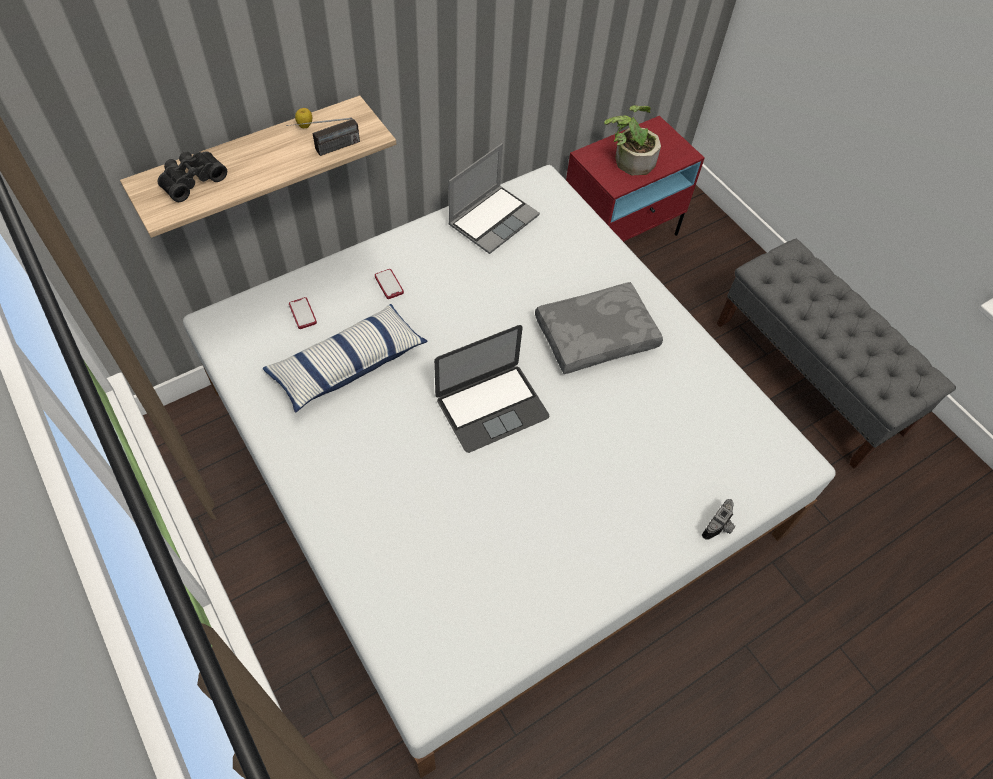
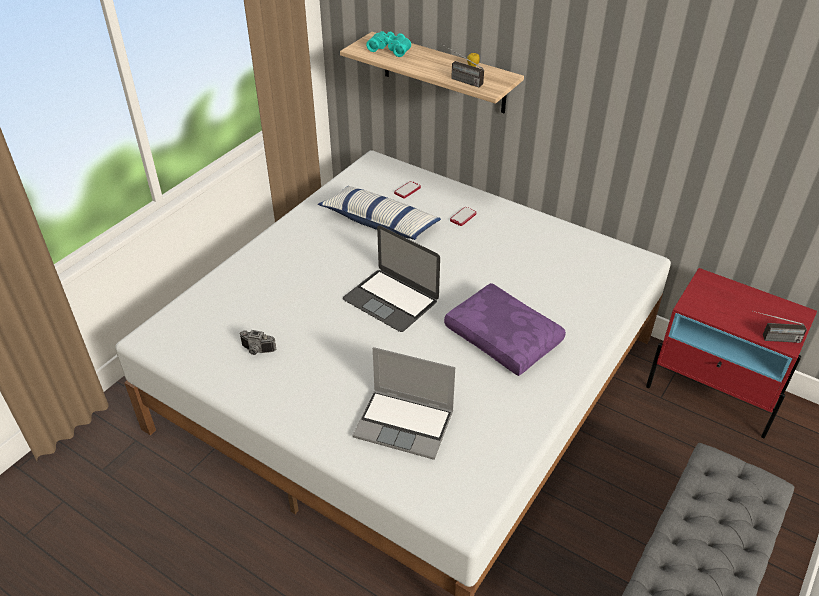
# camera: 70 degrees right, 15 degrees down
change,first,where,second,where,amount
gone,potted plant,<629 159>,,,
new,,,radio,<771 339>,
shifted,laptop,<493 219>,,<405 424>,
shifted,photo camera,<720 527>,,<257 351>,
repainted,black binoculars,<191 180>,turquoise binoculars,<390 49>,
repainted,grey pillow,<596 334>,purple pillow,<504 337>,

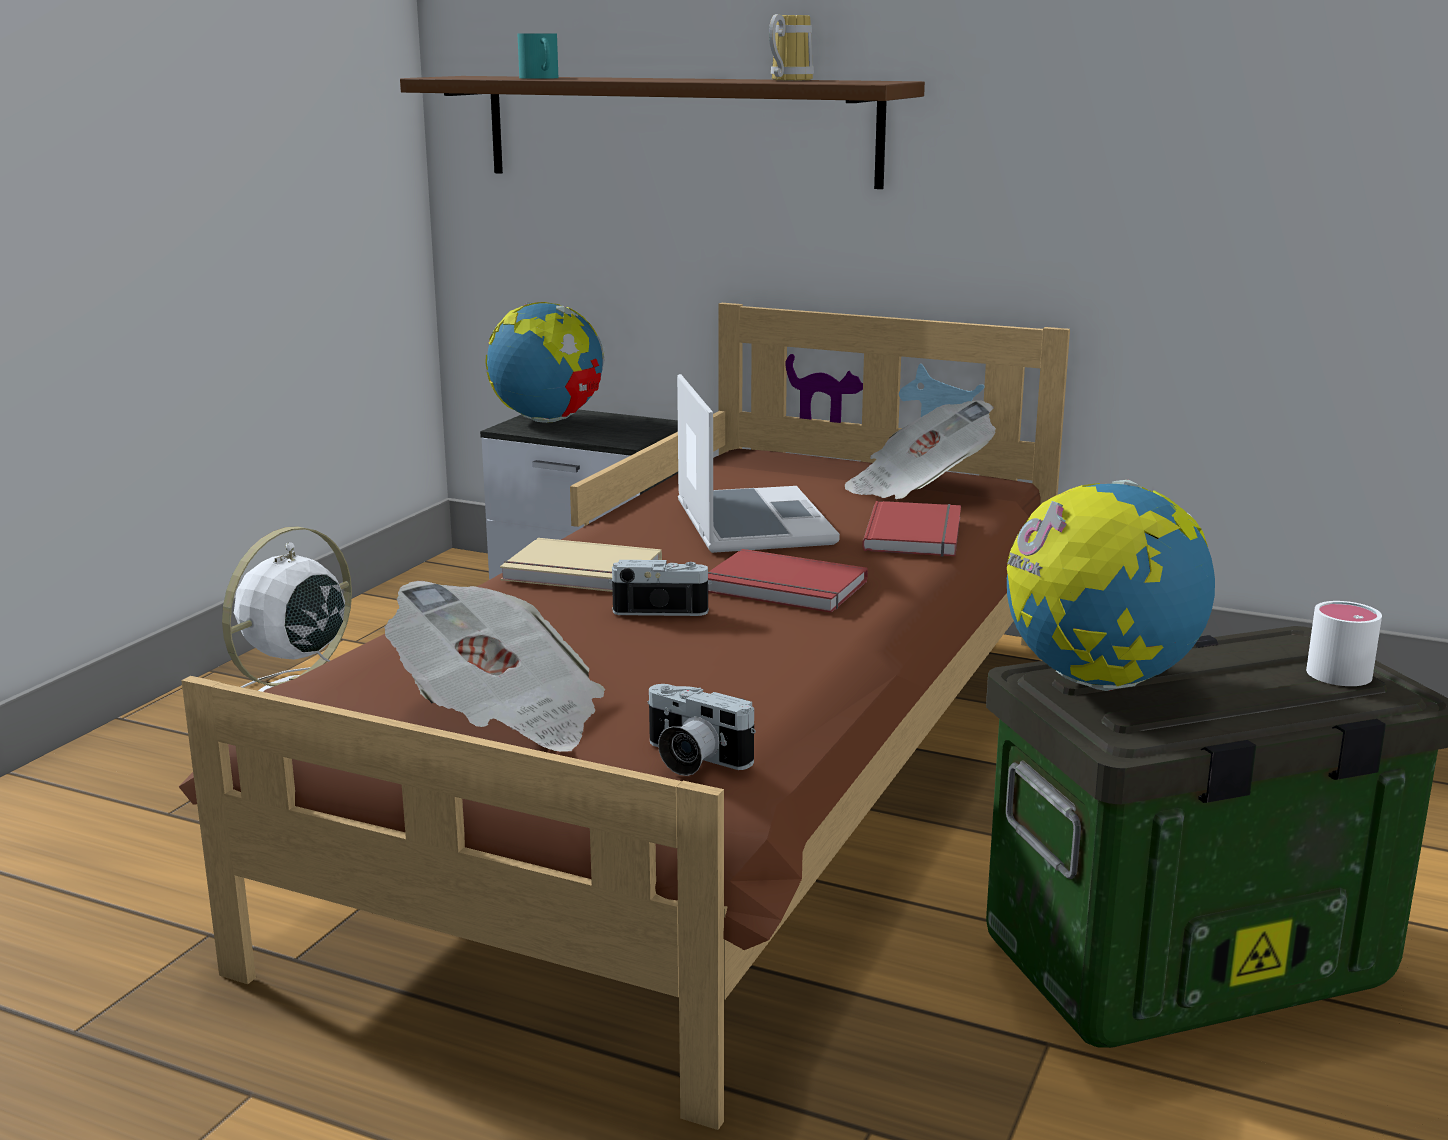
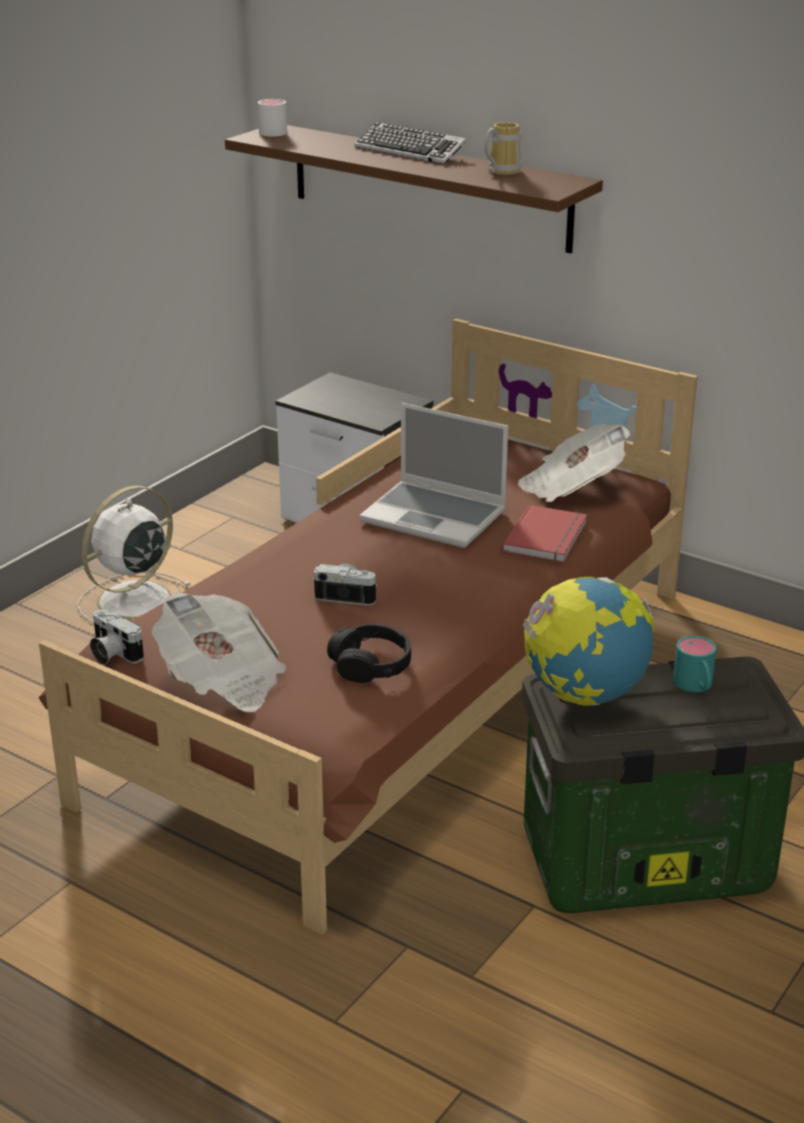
# camera: 10 degrees right, 10 degrees up
change,first,where,second,where,amount
gone,globe,<548 420>,,,
gone,beige book,<581 573>,,,
gone,red book,<783 588>,,,
new,,,black headphones,<370 664>,
new,,,keyboard,<410 151>,
shifted,turquoise mug,<541 78>,,<696 686>,
shifted,photo camera,<691 759>,,<112 654>,
shifted,white mug,<1333 668>,,<274 131>,
rotated,laptop,<750 523>,,<436 516>,120 degrees clockwise

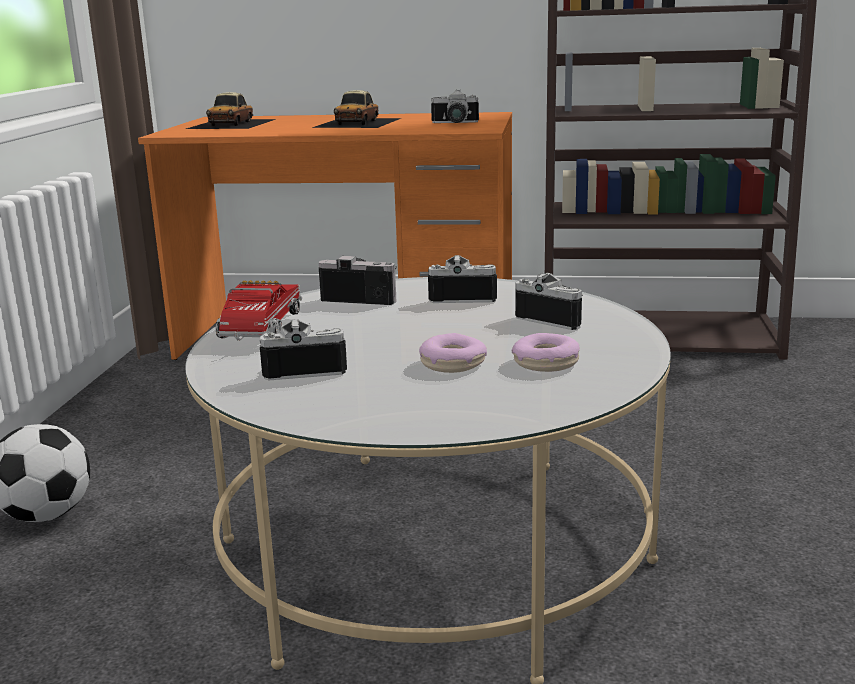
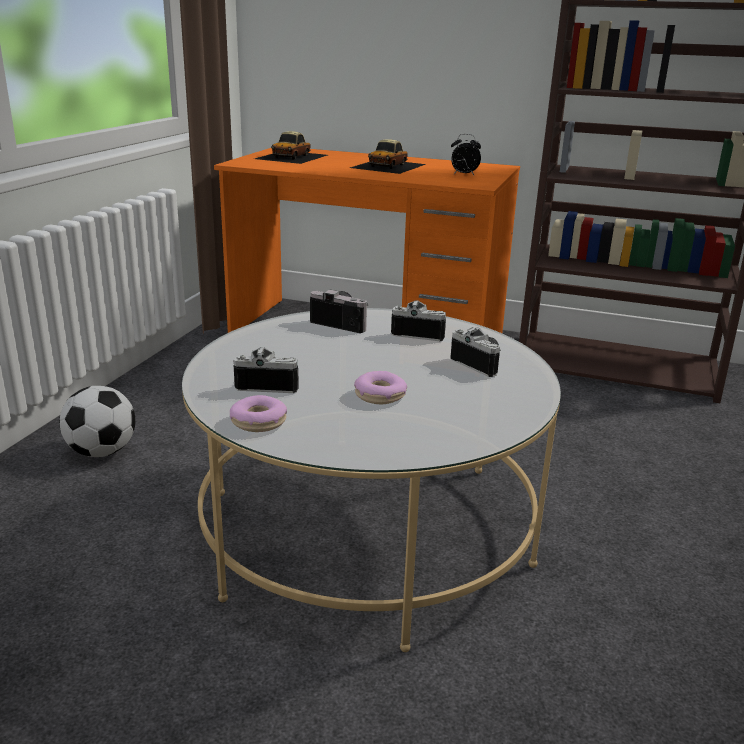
# camera: 10 degrees right, 5 degrees up
change,first,where,second,where,amount
gone,toy truck,<262 331>,,,
shifted,donut,<545 363>,,<258 422>,
swapped,photo camera,<454 123>,alarm clock,<463 175>,

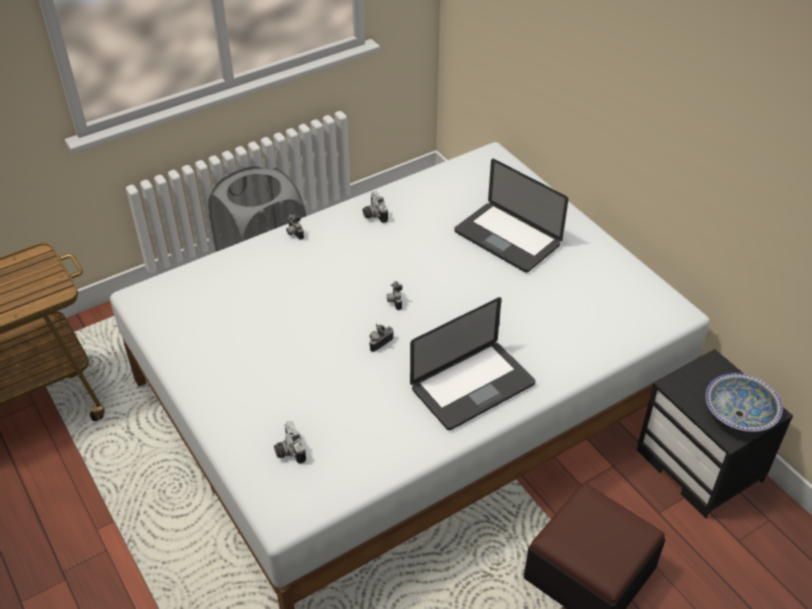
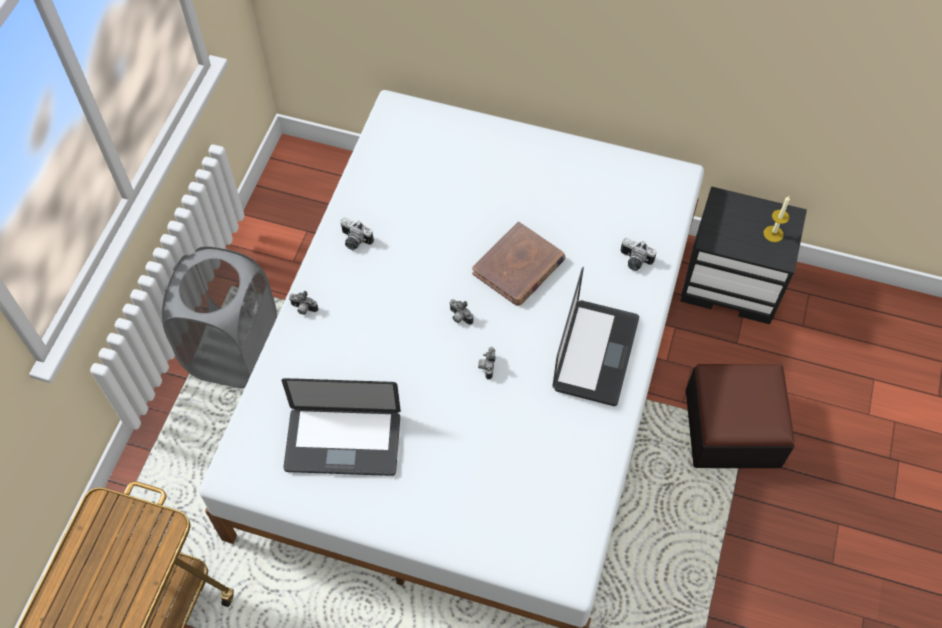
# camera: 40 degrees left, 15 degrees up
change,first,where,second,where,amount
new,,,brown book,<518 267>,
shifted,photo camera,<288 451>,,<634 261>,
shifted,laptop,<507 238>,,<343 442>,
swapped,bowl,<739 414>,candle,<773 234>,

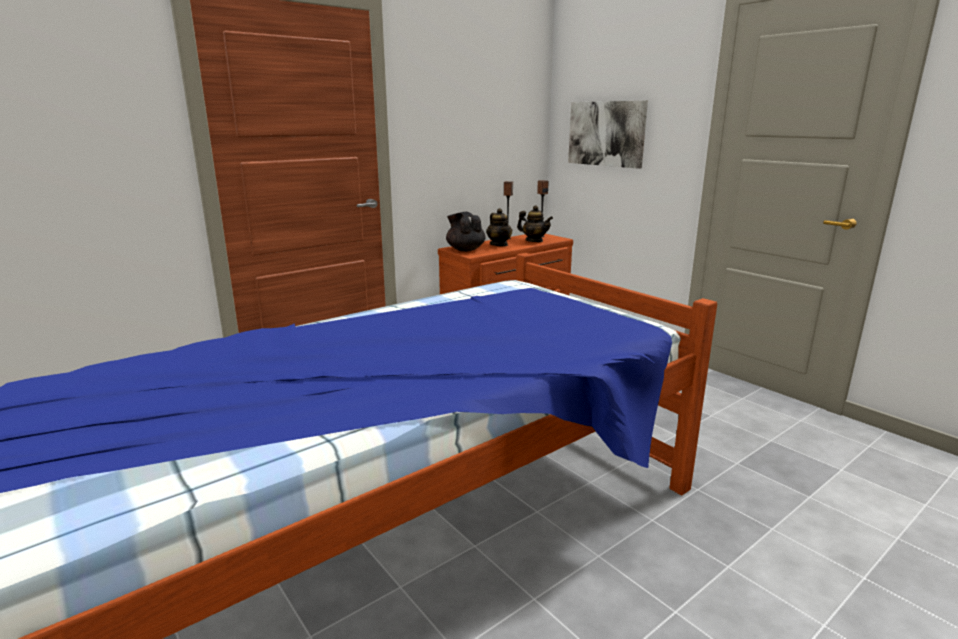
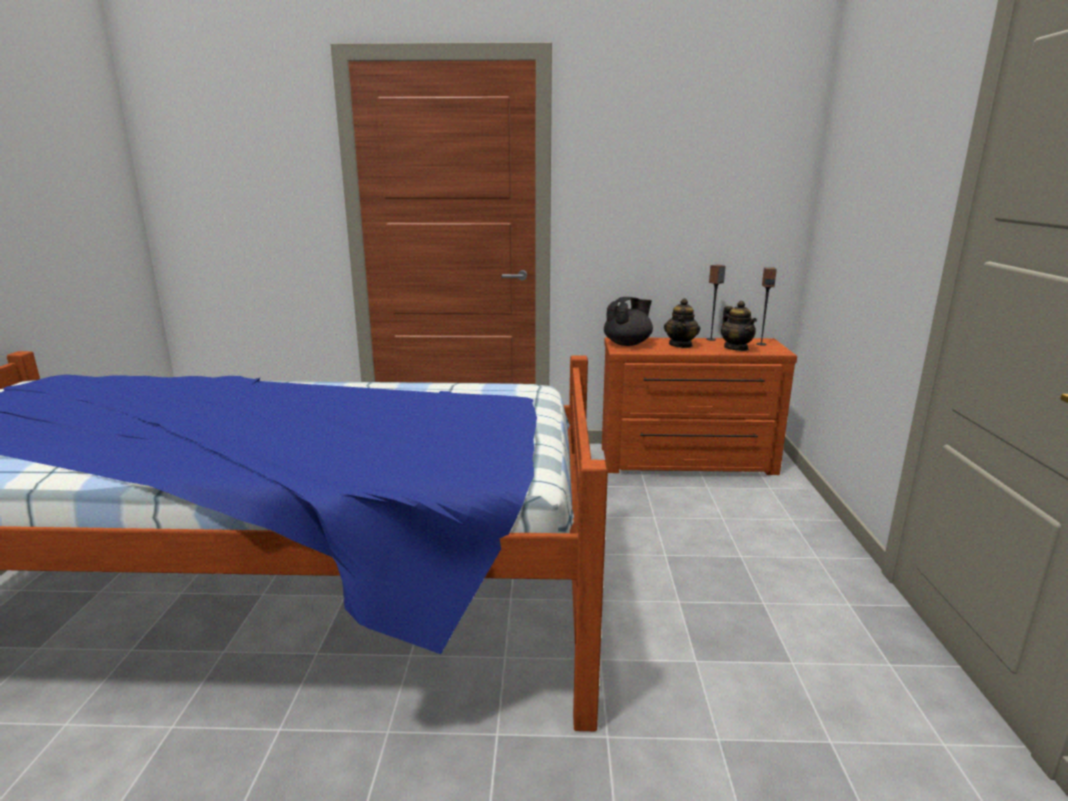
# camera: 40 degrees right, 0 degrees up
change,first,where,second,where,amount
gone,picture,<606 133>,,,
rotated,black teapot,<465 250>,,<628 344>,45 degrees clockwise

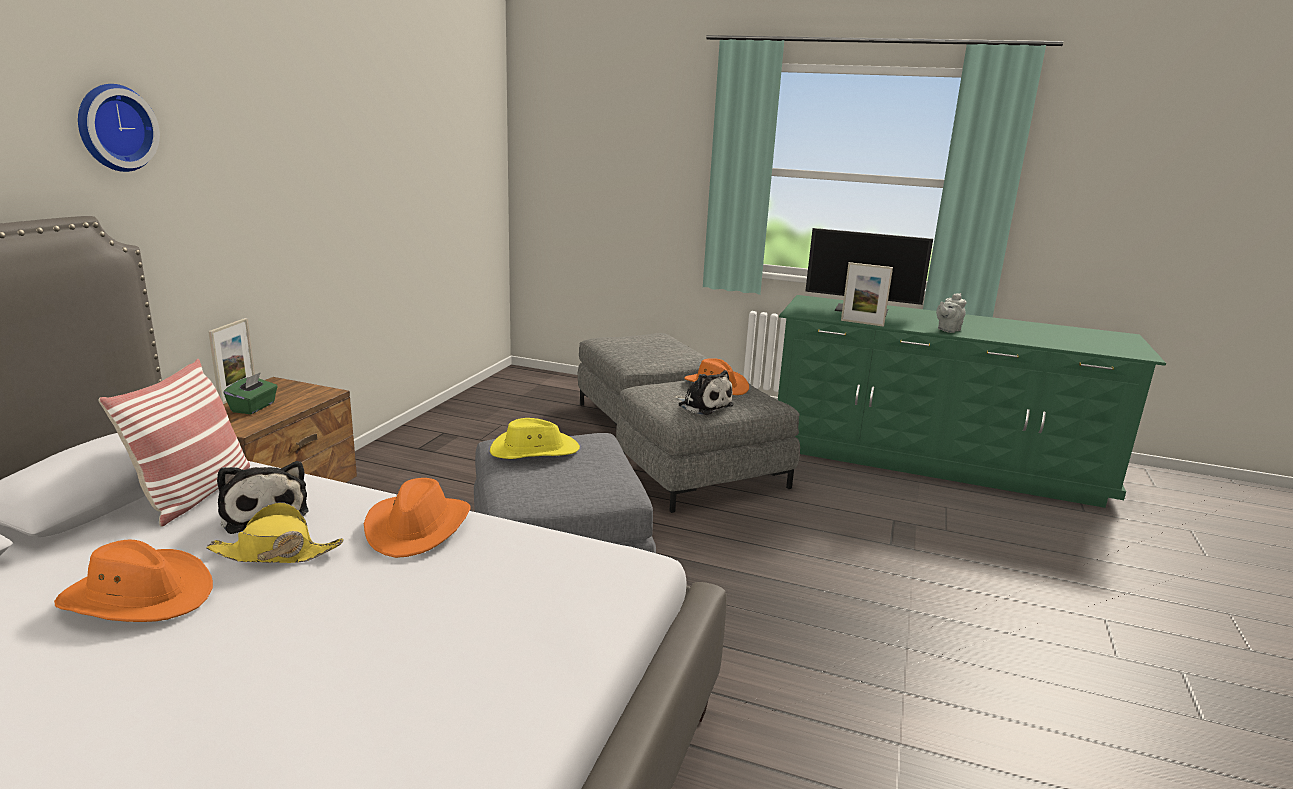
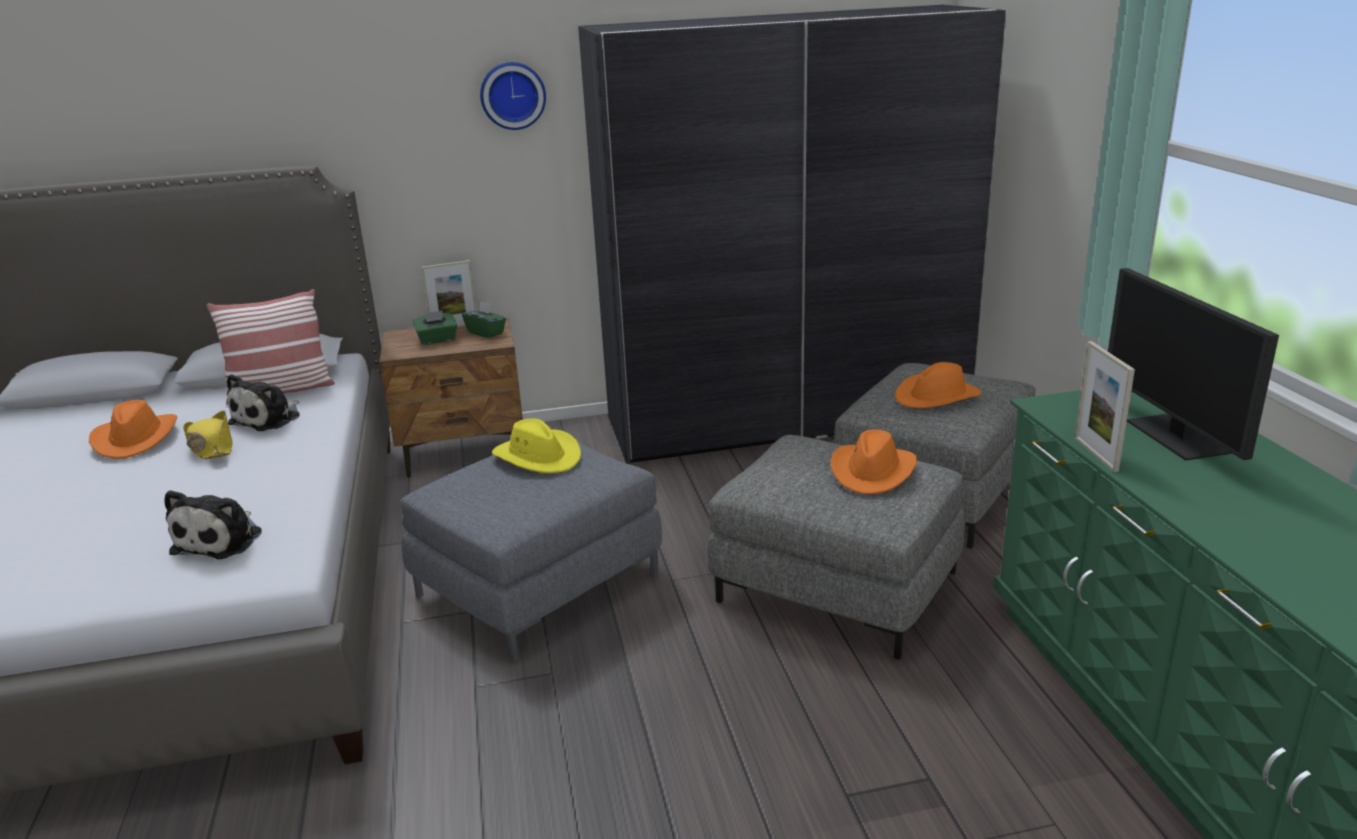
# camera: 60 degrees right, 5 degrees up
change,first,where,second,where,amount
gone,grey teapot,<947 330>,,,
new,,,green tissue box,<486 333>,
new,,,grey wardrobe,<786 418>,
shifted,wall clock,<114 128>,,<512 95>,
shifted,orange hat,<418 528>,,<937 397>,
shifted,plush toy,<703 405>,,<221 540>,

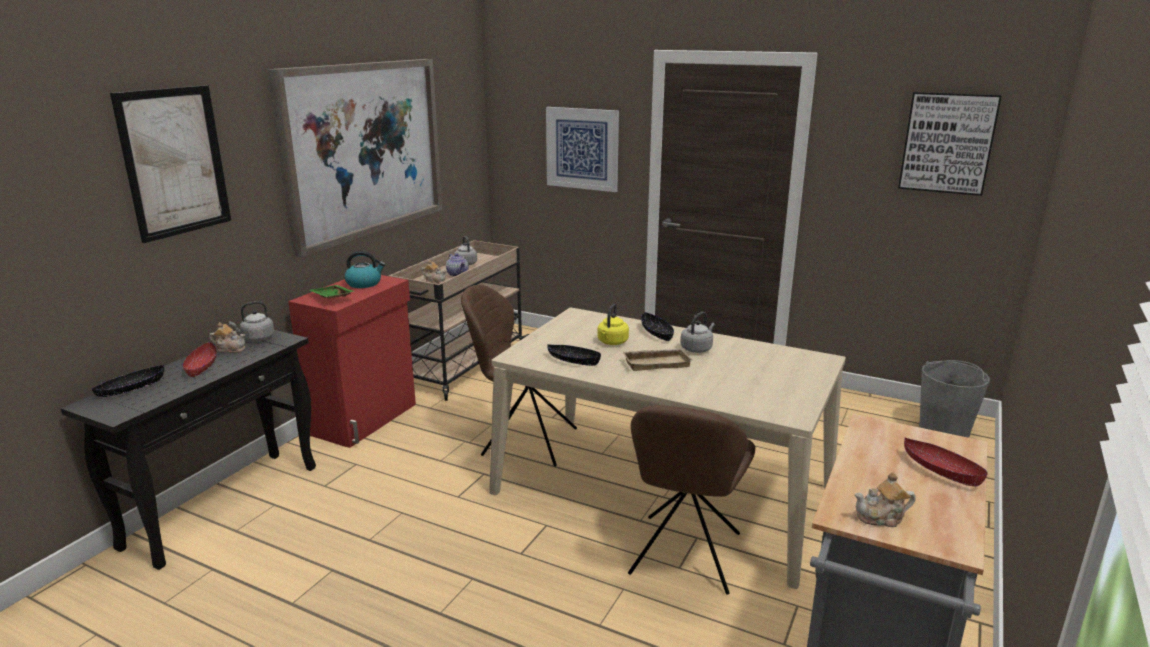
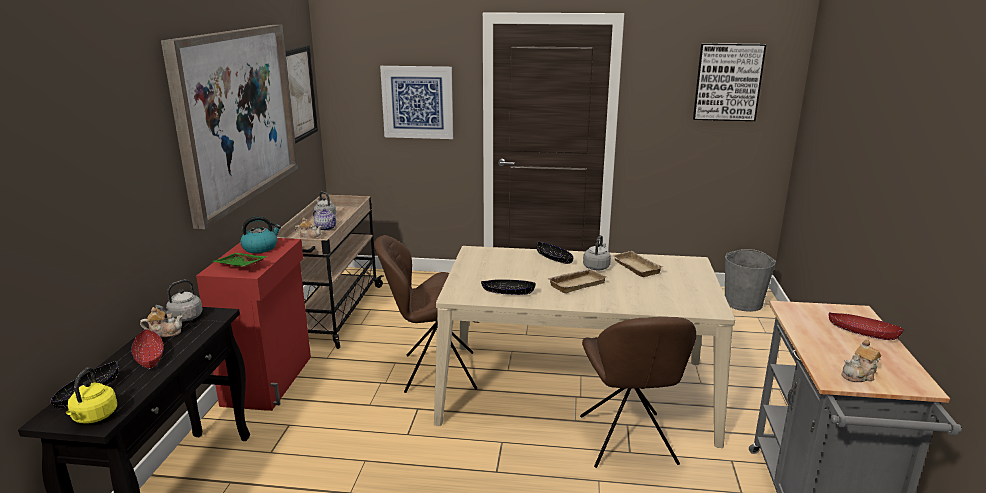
# camera: 20 degrees left, 0 degrees up
change,first,where,second,where,amount
new,,,beige tray,<634 267>,
shifted,picture,<174 162>,,<300 93>,
shifted,yellow kettle,<612 342>,,<94 417>,

